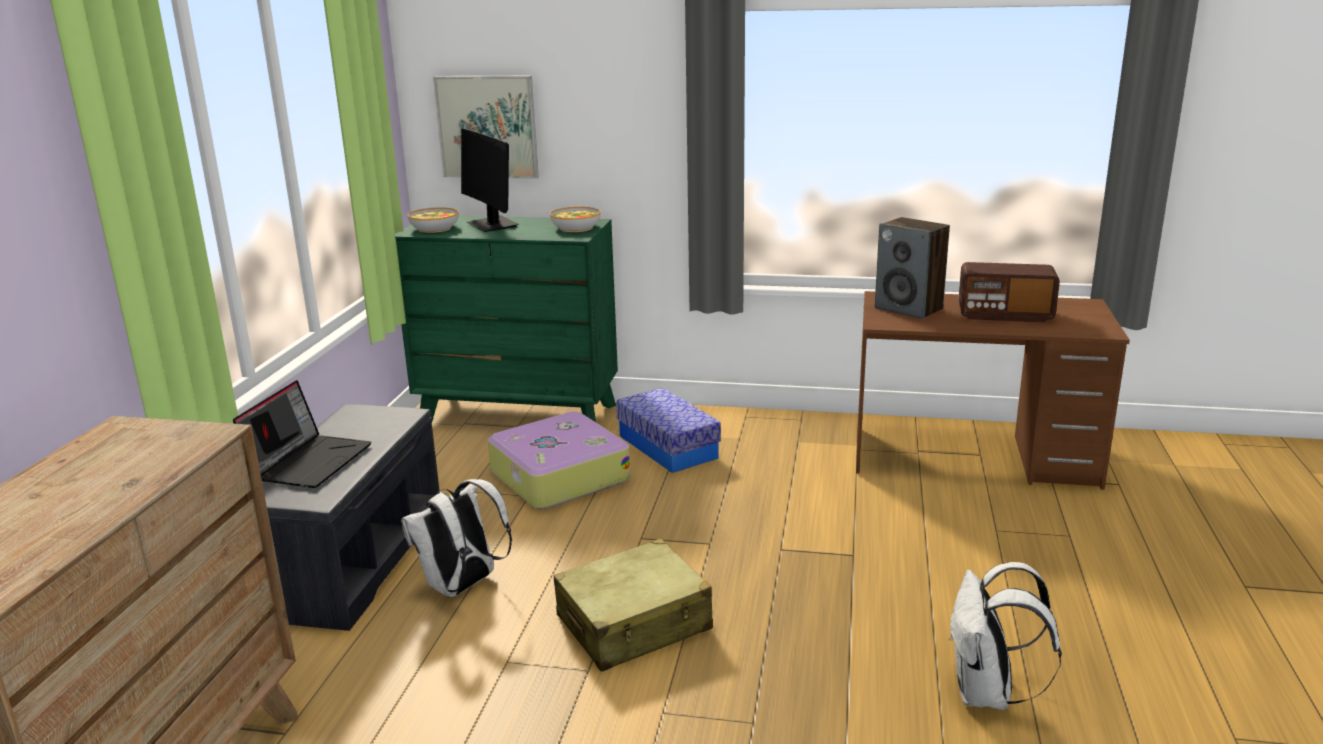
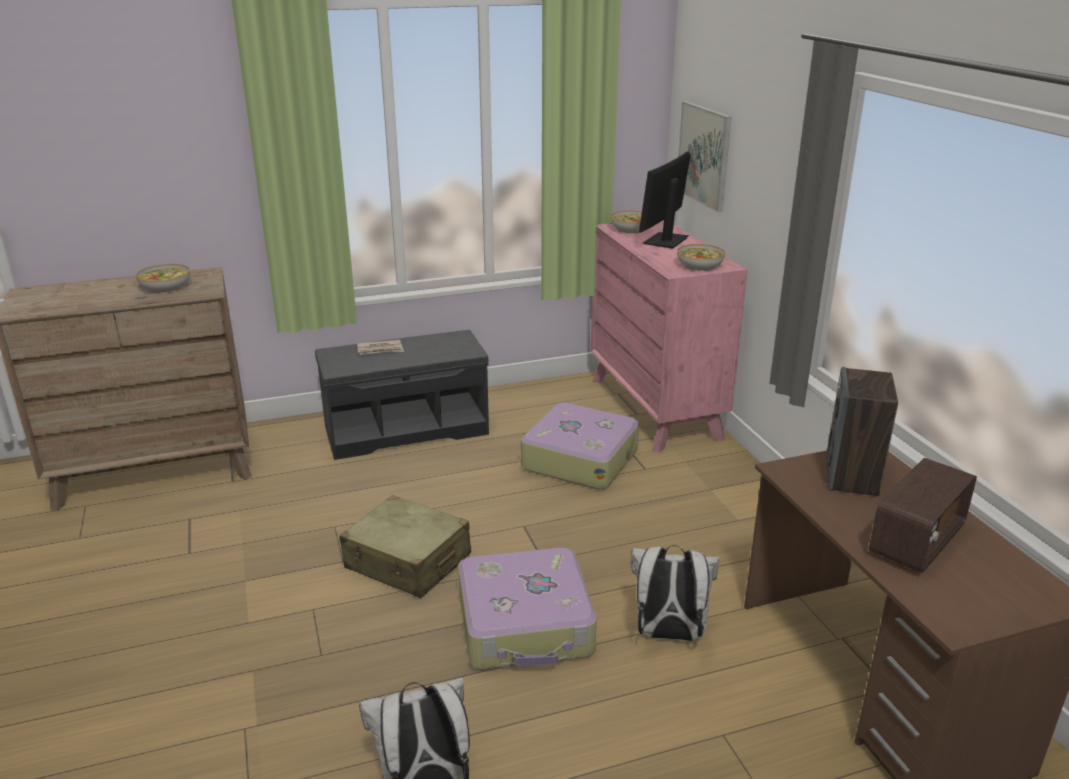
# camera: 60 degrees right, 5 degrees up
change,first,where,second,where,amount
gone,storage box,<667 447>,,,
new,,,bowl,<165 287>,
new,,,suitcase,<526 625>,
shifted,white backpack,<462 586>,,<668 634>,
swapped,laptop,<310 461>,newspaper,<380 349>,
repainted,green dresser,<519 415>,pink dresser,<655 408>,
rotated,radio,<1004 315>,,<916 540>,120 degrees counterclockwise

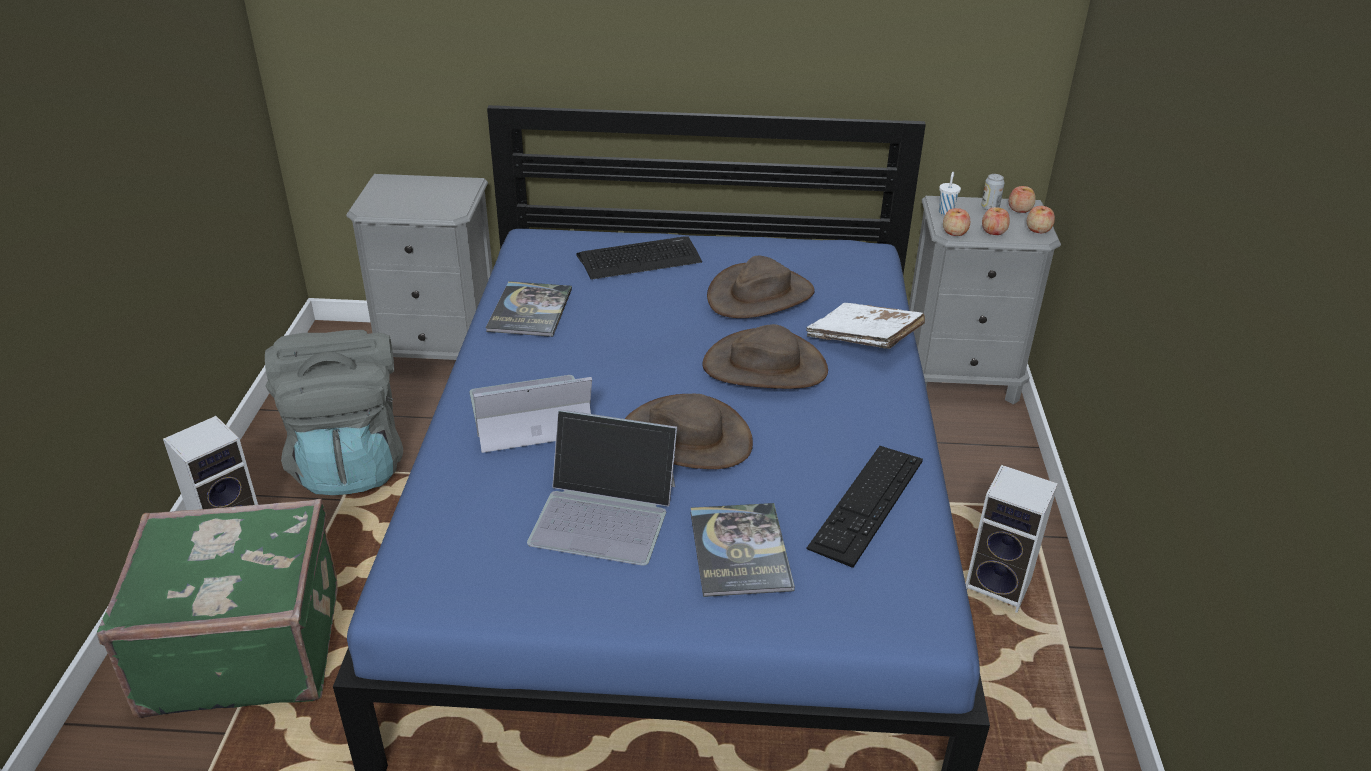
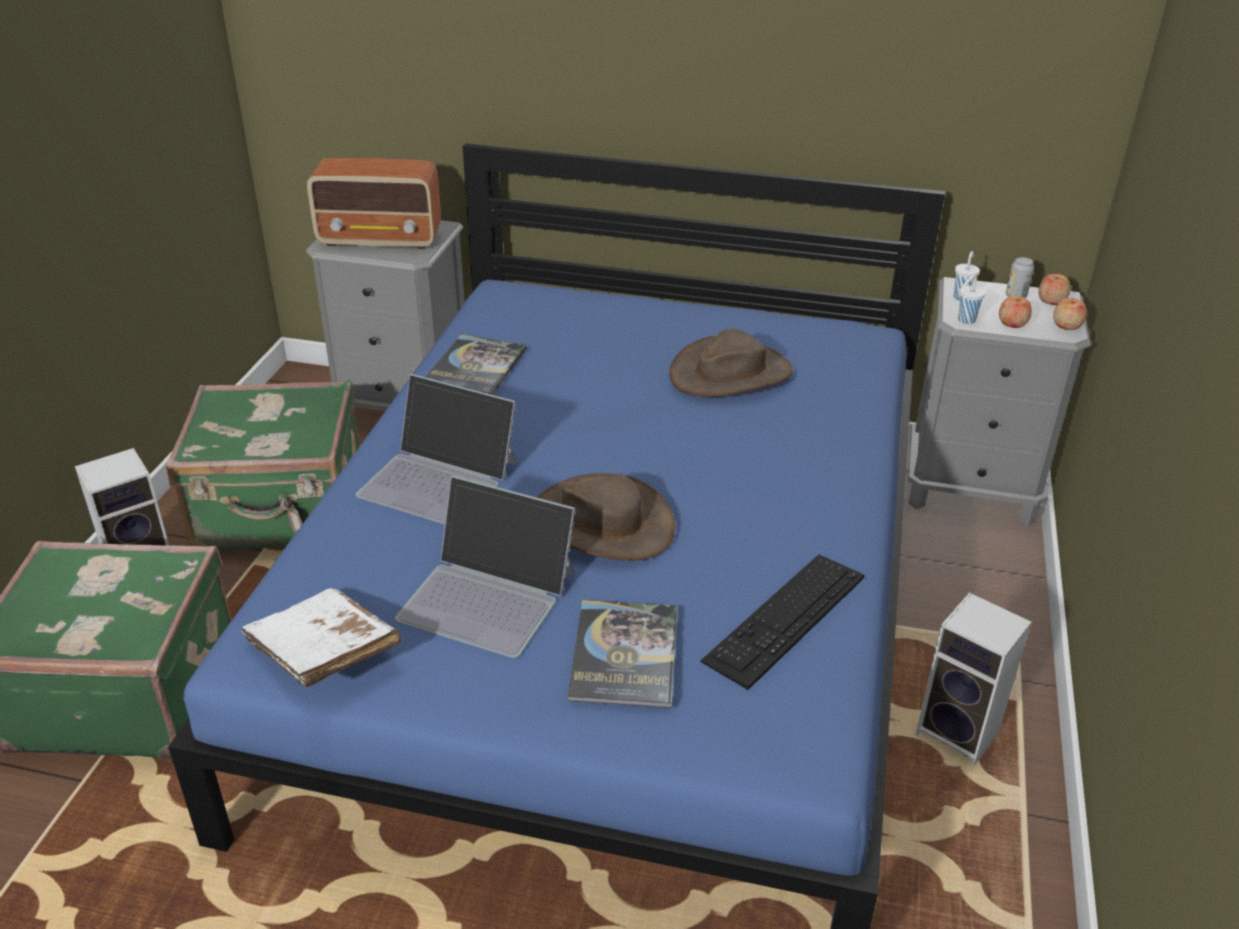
# camera: 10 degrees right, 0 degrees up
change,first,where,second,where,amount
gone,keyboard,<640 259>,,,
gone,brown hat,<765 367>,,,
new,,,radio,<381 239>,
shifted,white book,<864 340>,,<323 655>,
swapped,grey backpack,<350 462>,green suitcase,<282 512>,
swapped,apple,<954 232>,white cup,<965 320>,
rotated,laptop,<529 414>,,<440 478>,150 degrees counterclockwise

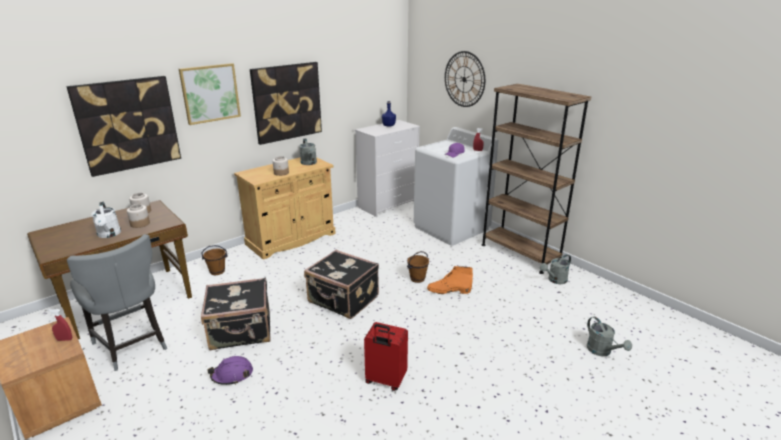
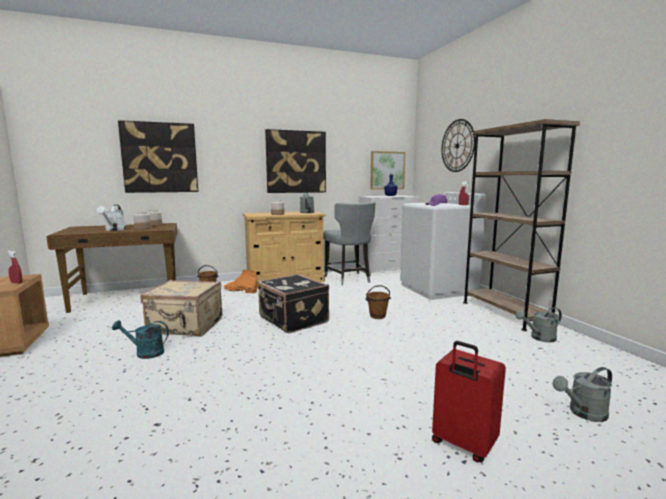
# camera: 20 degrees right, 15 degrees down
change,first,where,second,where,amount
shifted,grey chair,<132 345>,,<348 279>,
shifted,picture,<210 93>,,<387 170>,
shifted,red suitcase,<385 380>,,<463 445>,
shifted,orange boot,<448 291>,,<240 291>,
swapped,purple hard hat,<232 375>,turquoise watering can,<145 353>,
repainted,black suitcase,<241 331>,beige suitcase,<186 326>,
rotated,grey watering can,<602 351>,,<583 413>,75 degrees clockwise

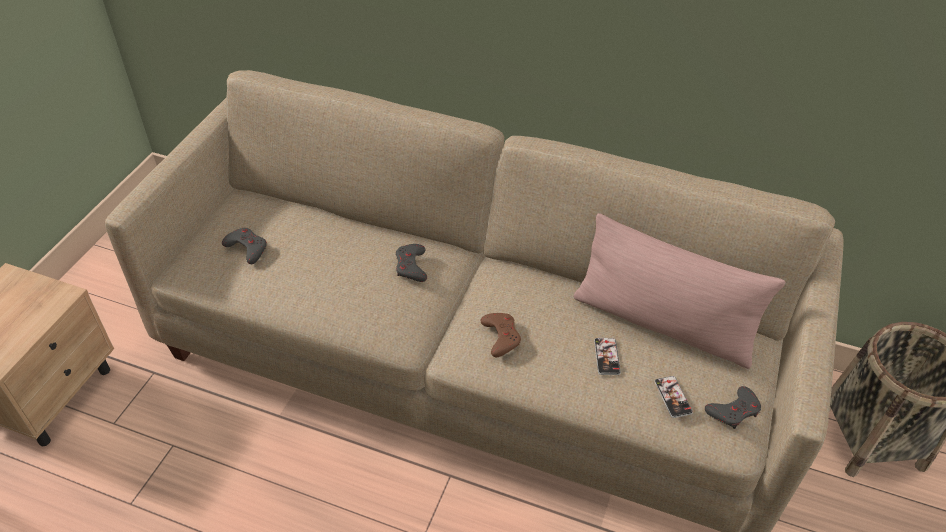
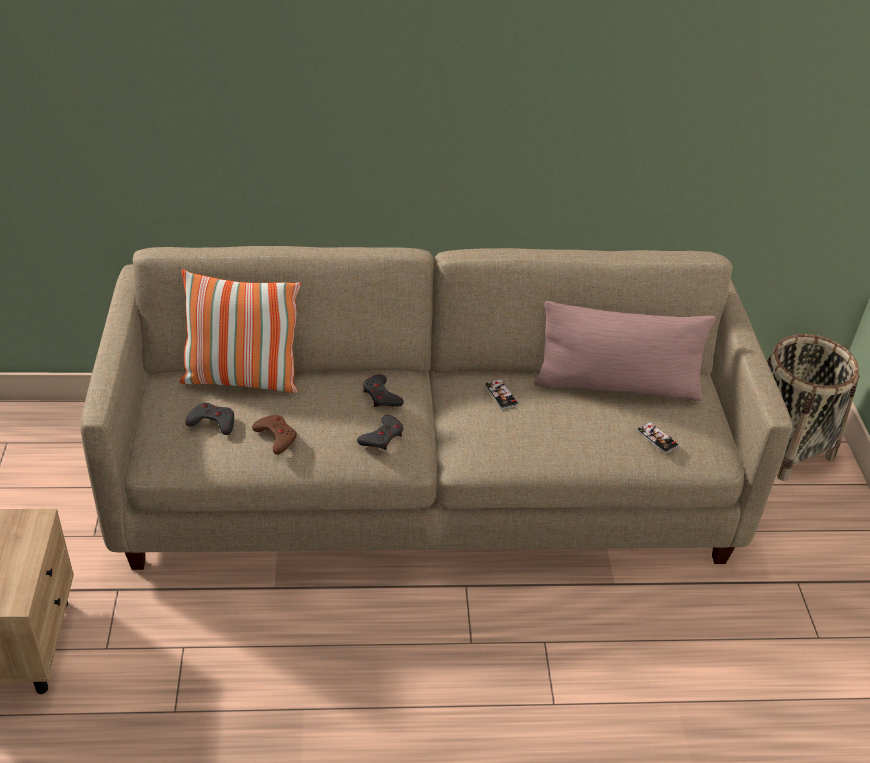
# camera: 25 degrees left, 5 degrees down
change,first,where,second,where,amount
new,,,pillow,<241 379>,
shifted,brown game controller,<501 336>,,<276 437>,
shifted,phone,<607 357>,,<501 395>,
shifted,grey game controller,<734 411>,,<382 437>,

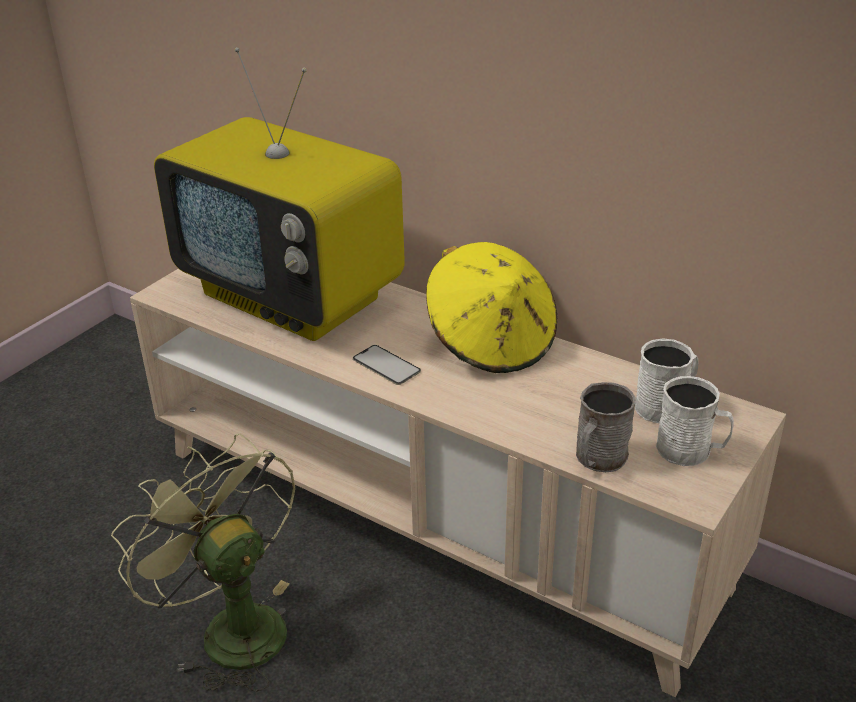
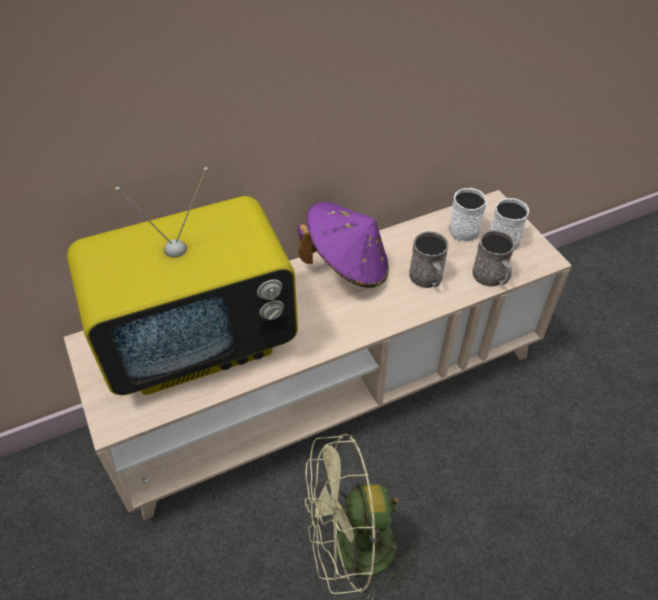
# camera: 60 degrees left, 15 degrees up
change,first,where,second,where,amount
gone,phone,<386 365>,,,
new,,,grey mug,<427 279>,
repainted,yellow hat,<491 343>,purple hat,<347 266>,

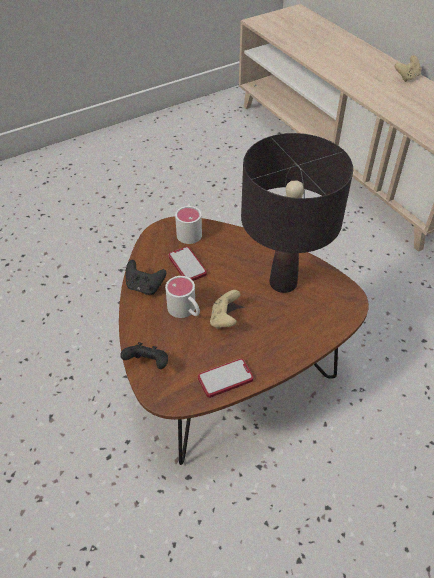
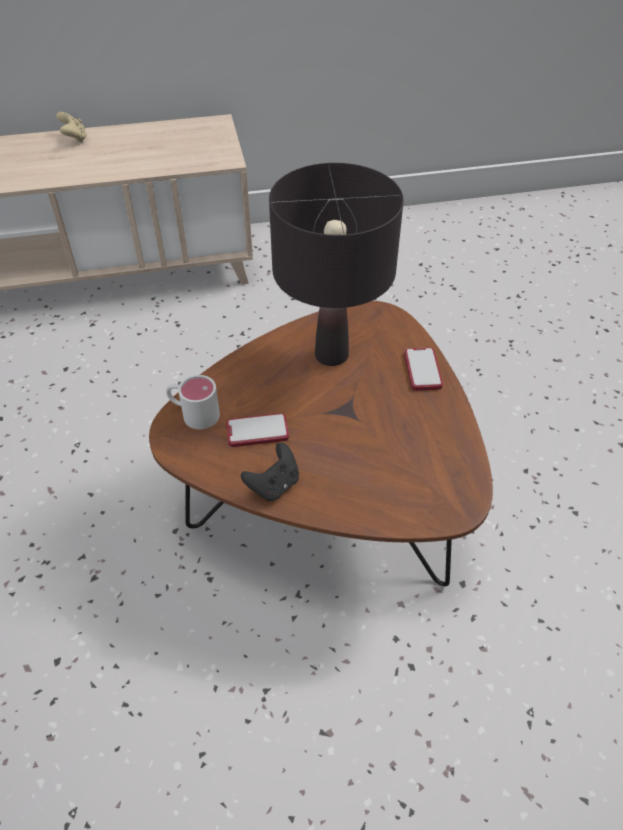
# camera: 70 degrees left, 0 degrees up
change,first,where,second,where,amount
gone,black game controller,<148 364>,,,
gone,white mug,<185 311>,,,
gone,beige game controller,<224 319>,,,
shifted,phone,<225 379>,,<422 370>,

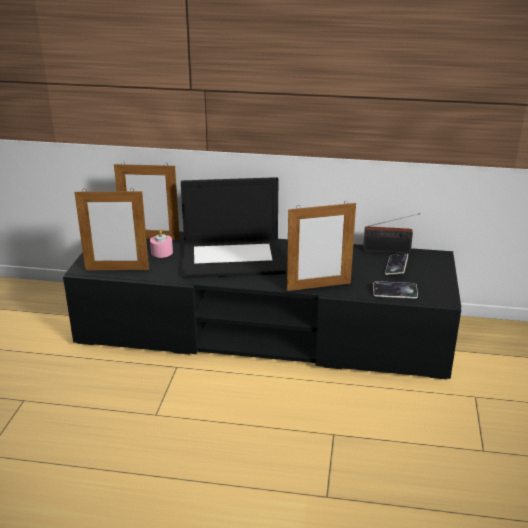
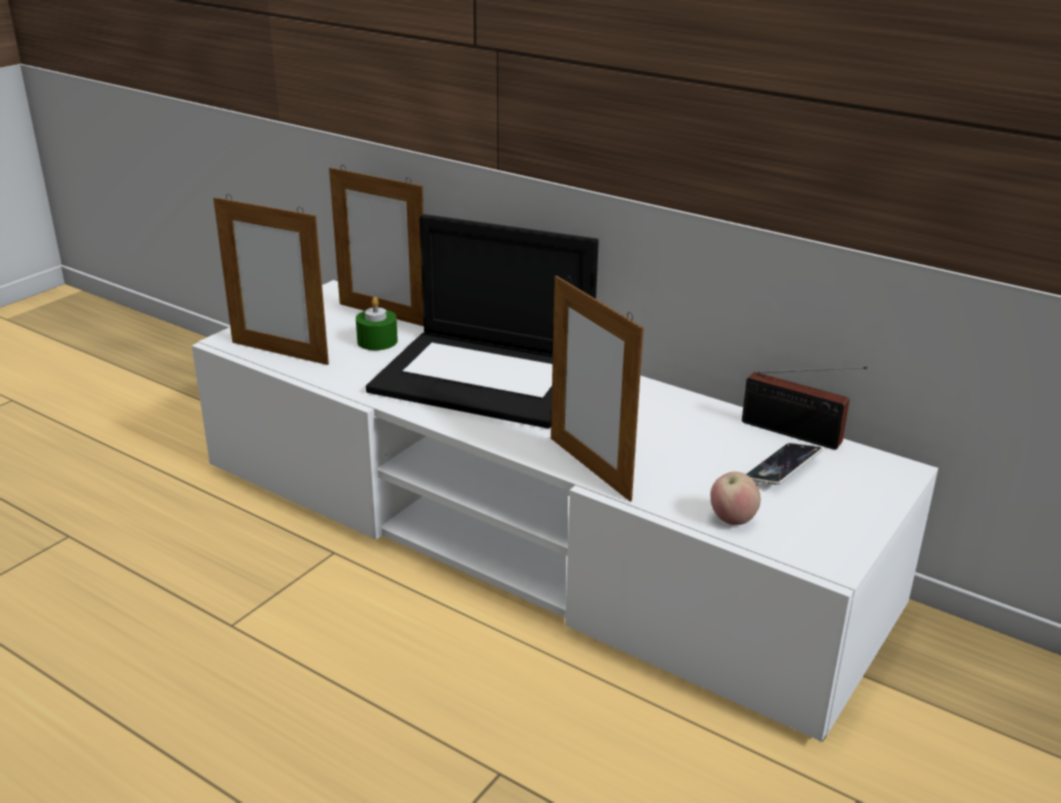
# camera: 25 degrees right, 0 degrees up
change,first,where,second,where,amount
swapped,phone,<395 292>,apple,<732 519>,
repainted,black tv stand,<264 332>,white tv stand,<528 535>,
repainted,pink candle,<162 252>,green candle,<377 341>,
rotated,picture frame,<318 286>,,<589 468>,45 degrees clockwise

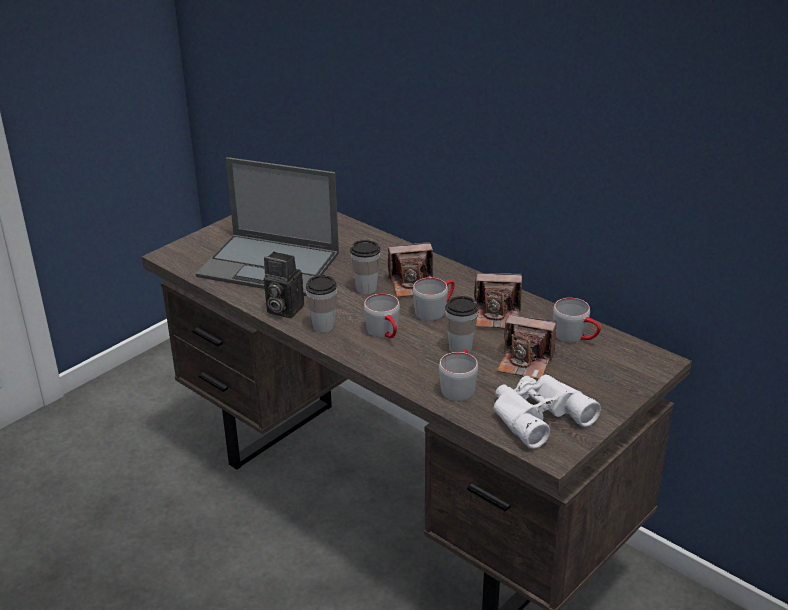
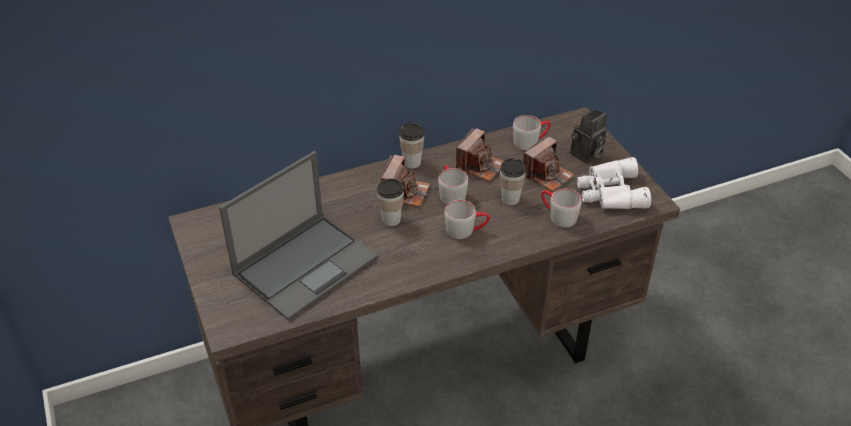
# camera: 65 degrees left, 10 degrees up
change,first,where,second,where,amount
shifted,photo camera,<282 309>,,<586 156>,
shifted,cup,<323 326>,,<412 162>,

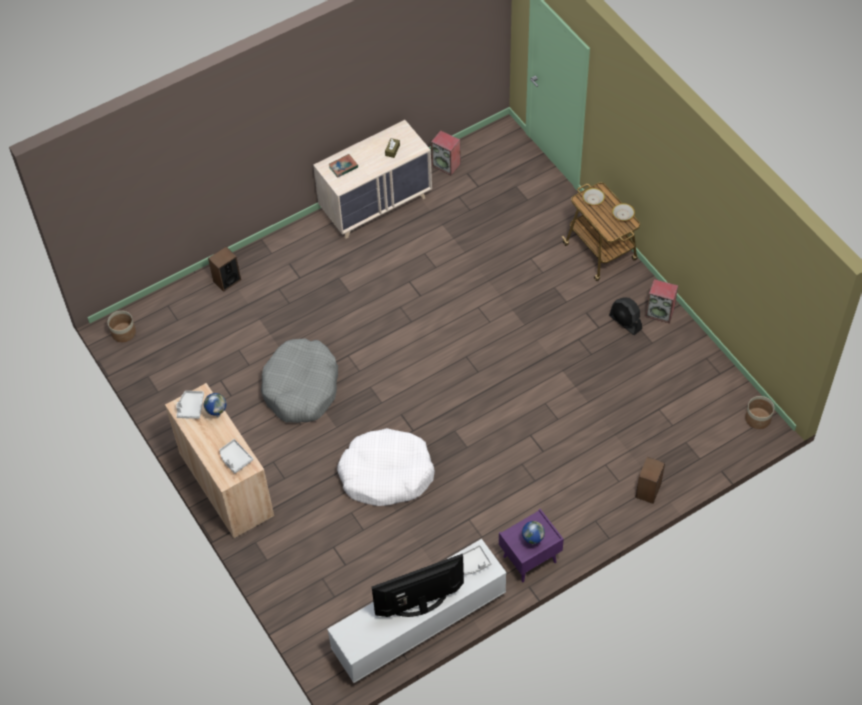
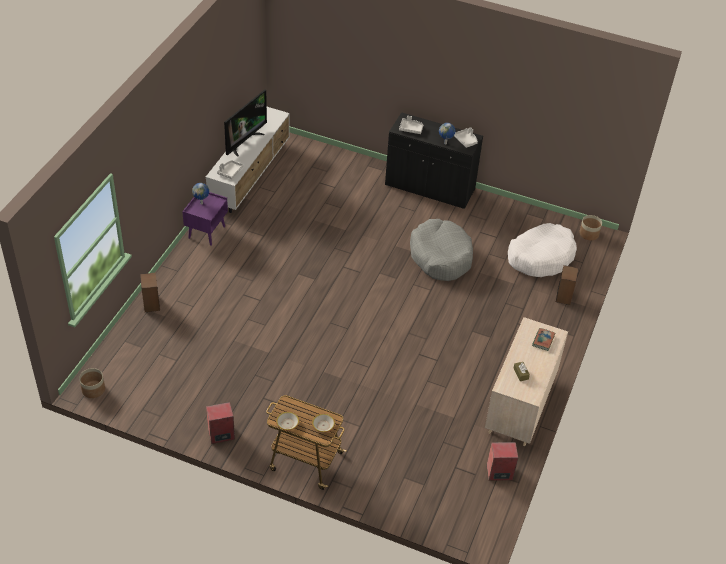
# camera: 140 degrees right, 10 degrees down
change,first,where,second,where,amount
gone,black fan,<625 322>,,,
shifted,white dog bed,<386 474>,,<541 257>,
repainted,beige cabinet,<226 485>,black cabinet,<429 188>,

